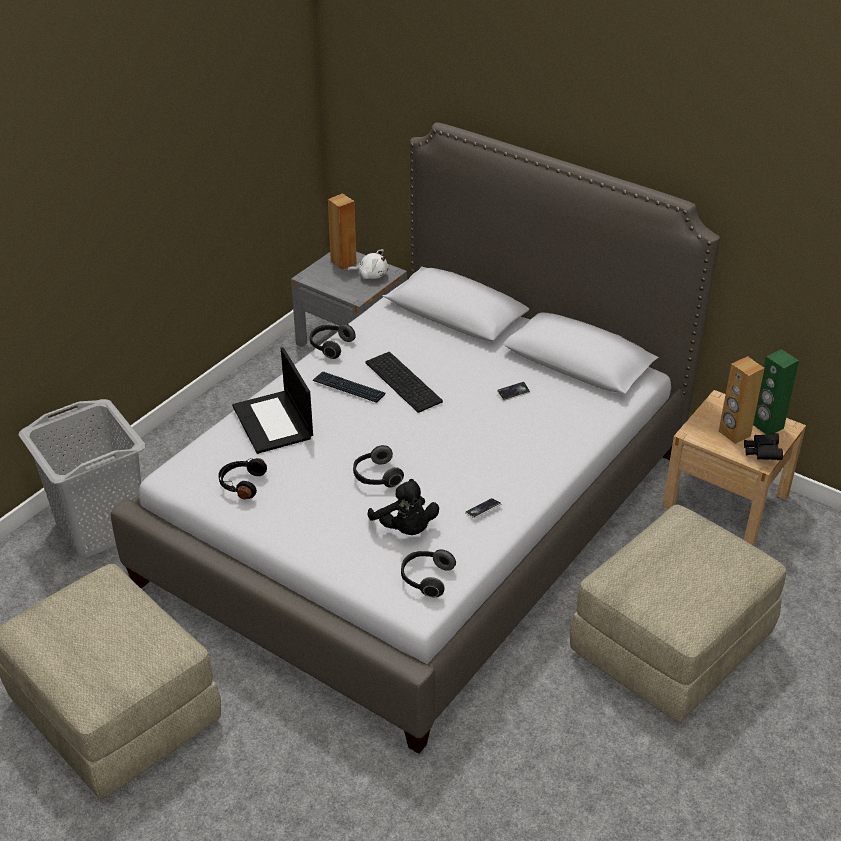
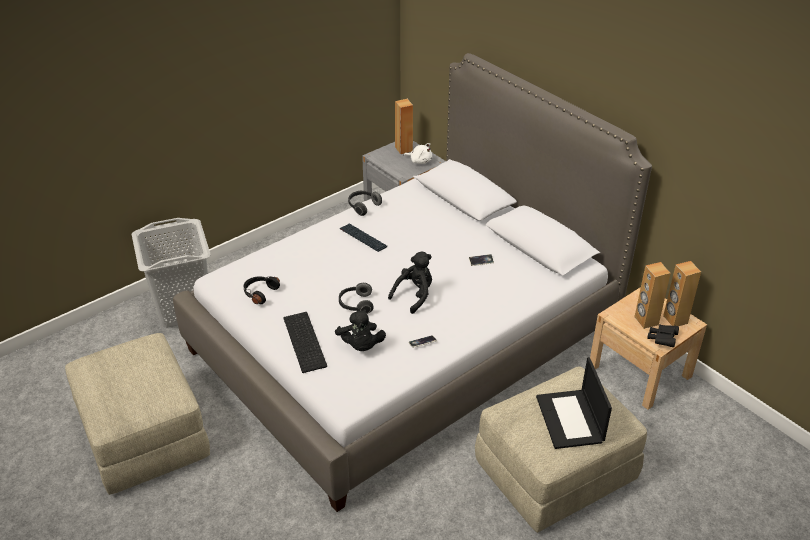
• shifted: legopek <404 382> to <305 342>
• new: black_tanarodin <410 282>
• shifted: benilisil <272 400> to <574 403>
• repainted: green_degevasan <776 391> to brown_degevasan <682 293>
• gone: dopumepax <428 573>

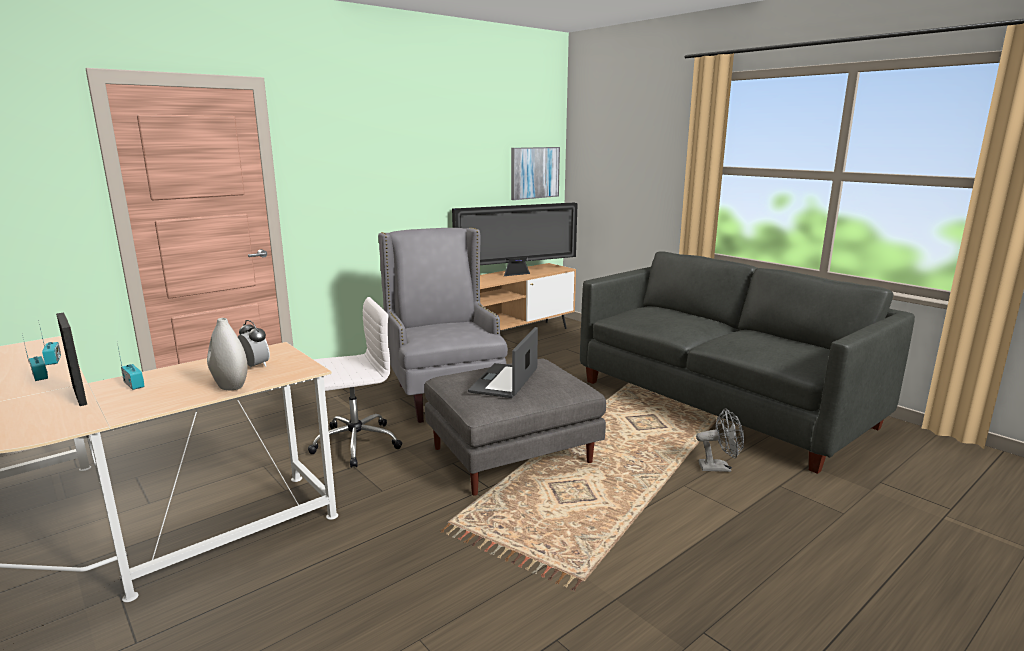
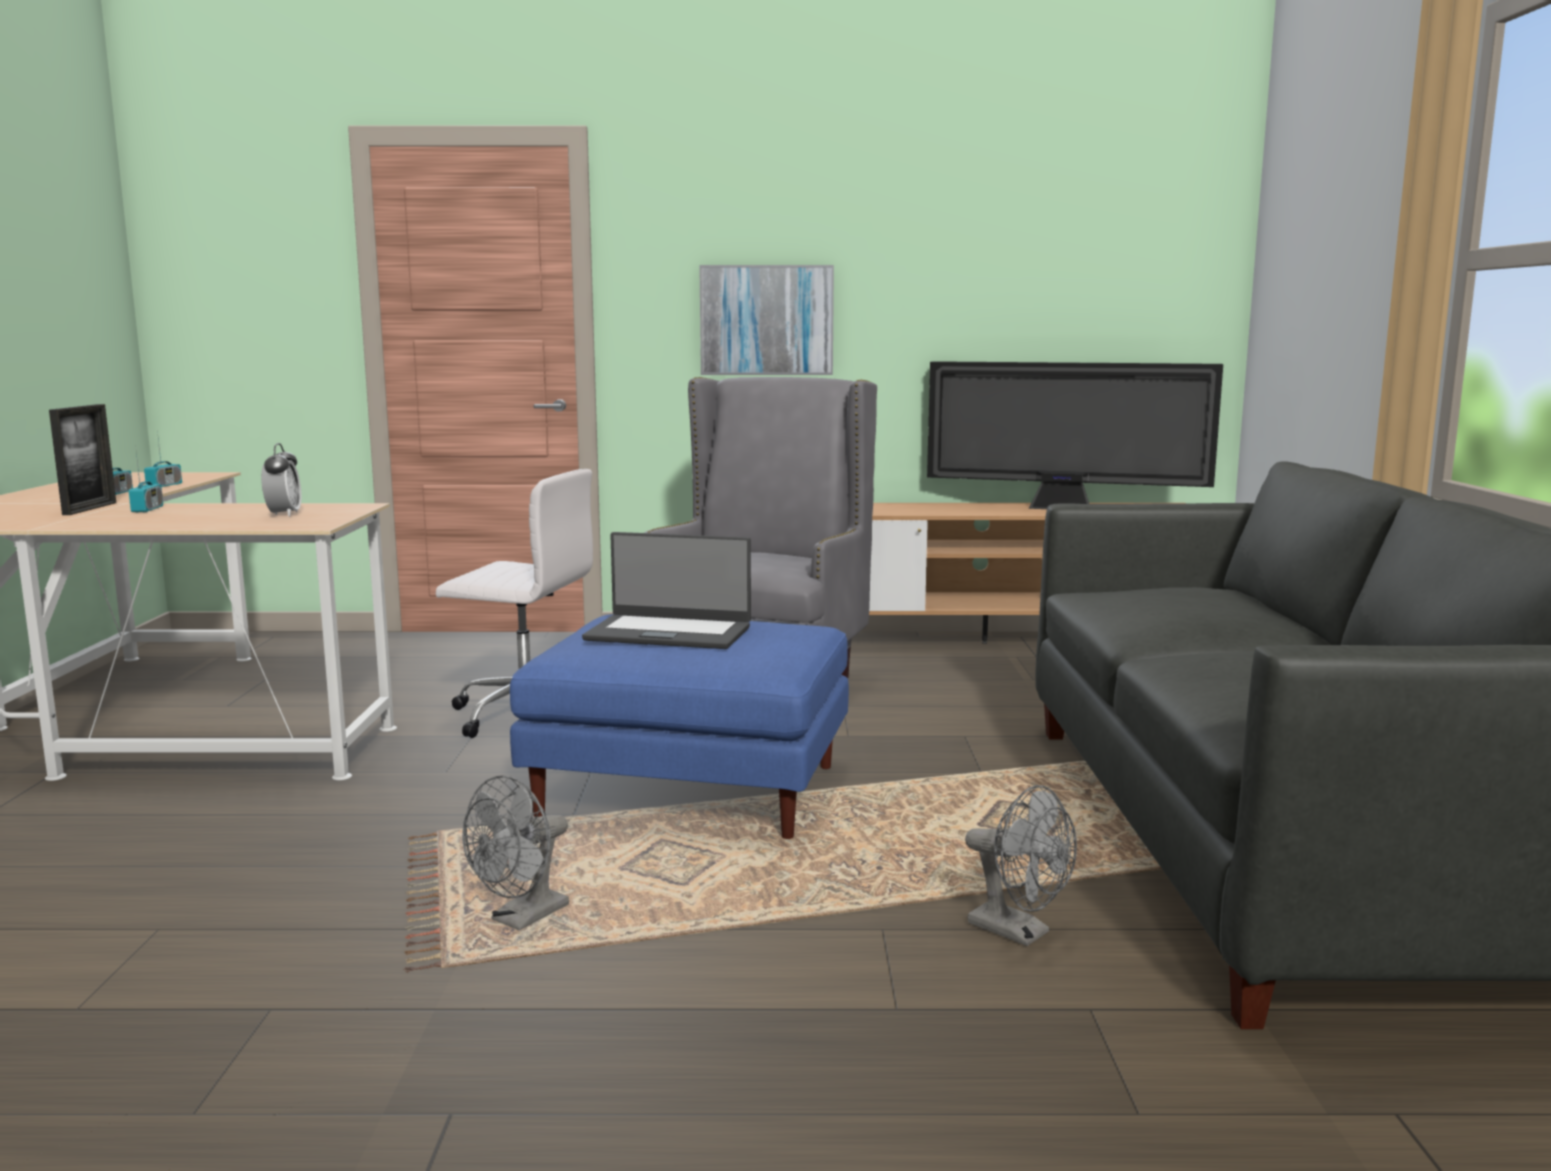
• new: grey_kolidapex <515 852>
• repainted: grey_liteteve <515 427> to blue_liteteve <679 726>
• rotated: benilisil <503 362> = <666 590> 135 degrees counterclockwise
• shifted: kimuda <535 173> to <766 320>
• gone: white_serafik <227 354>

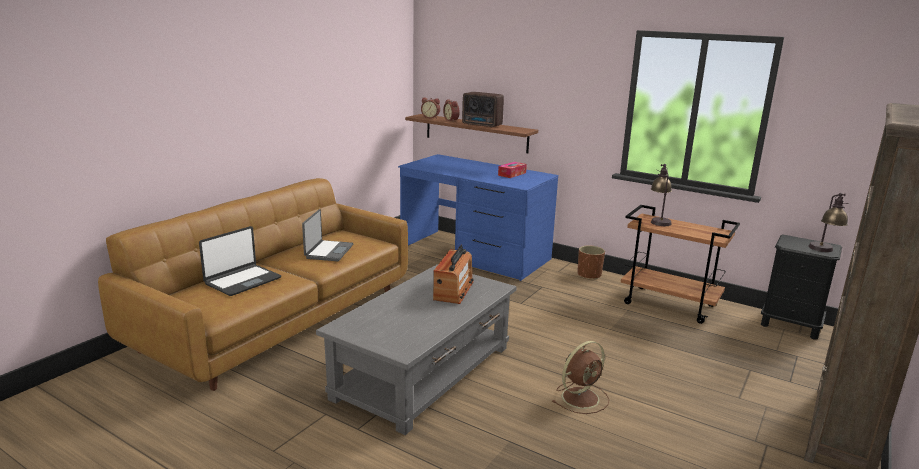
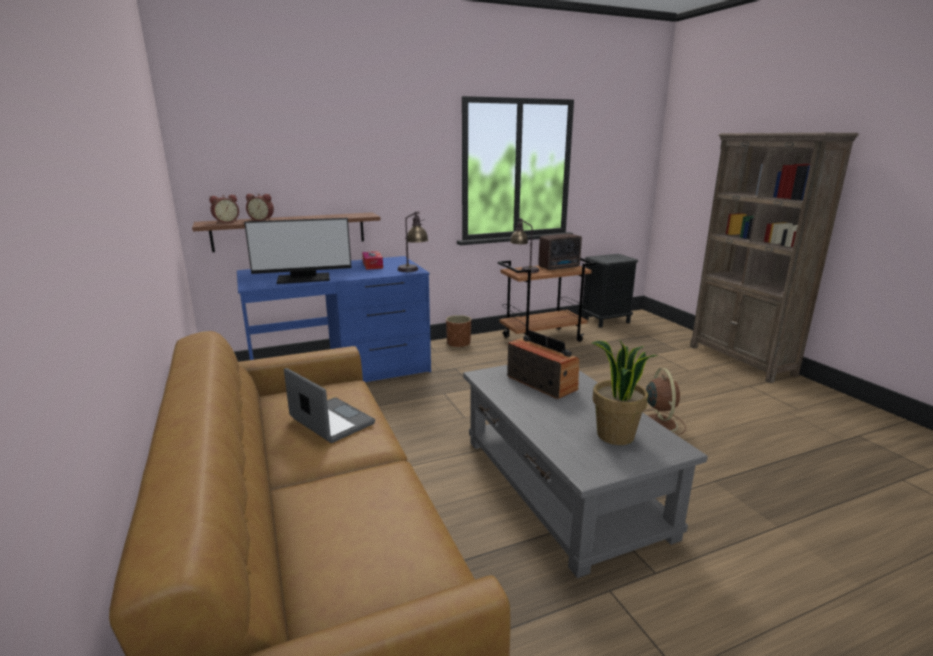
• new: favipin <298 251>
• shifted: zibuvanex <828 222> to <413 241>
• shifted: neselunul <483 109> to <560 251>
• new: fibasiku <625 392>
• gone: benilisil <240 261>

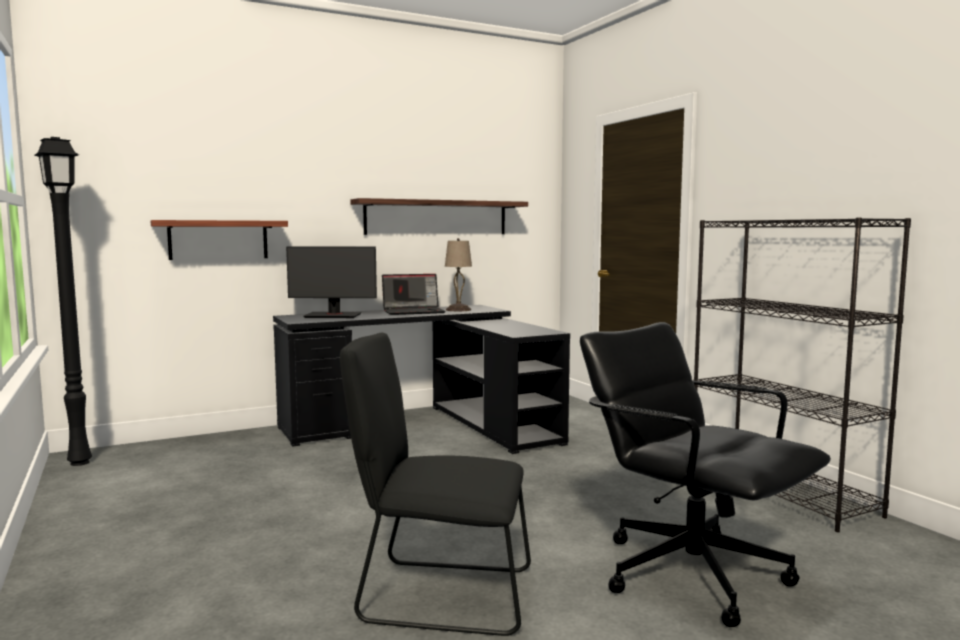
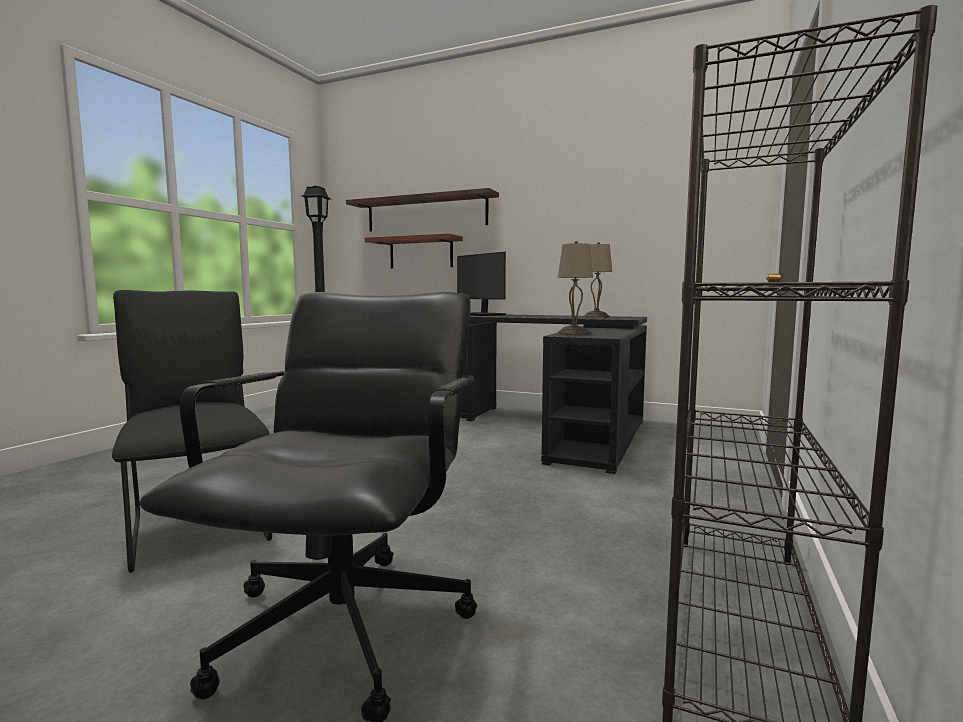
• shifted: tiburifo <439 216> to <422 210>
• new: beige_zibuvanex <575 288>
• gone: benilisil <414 294>

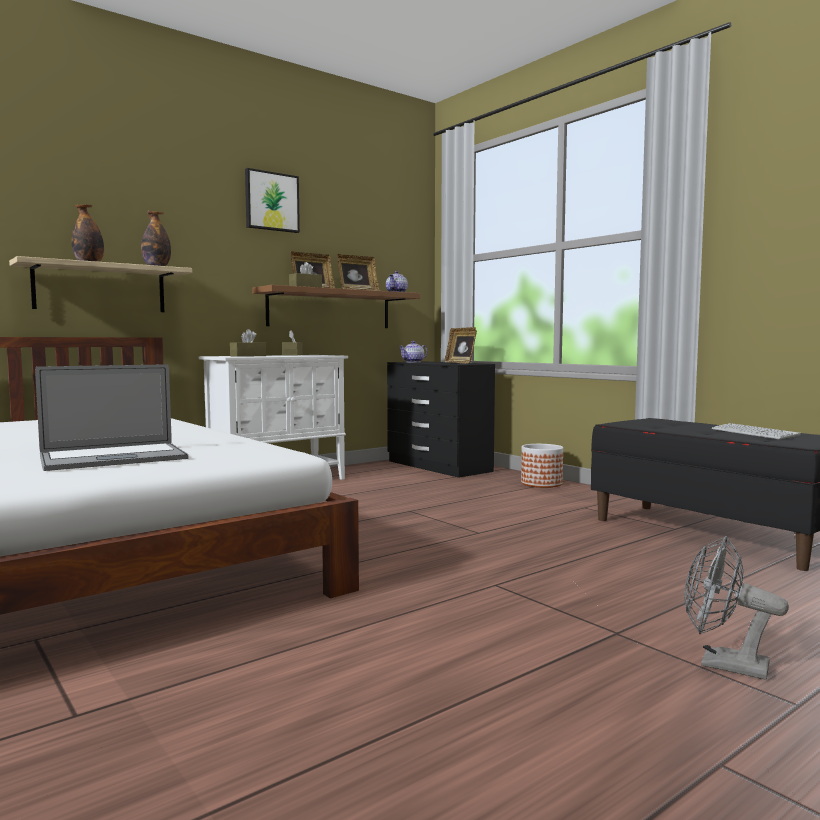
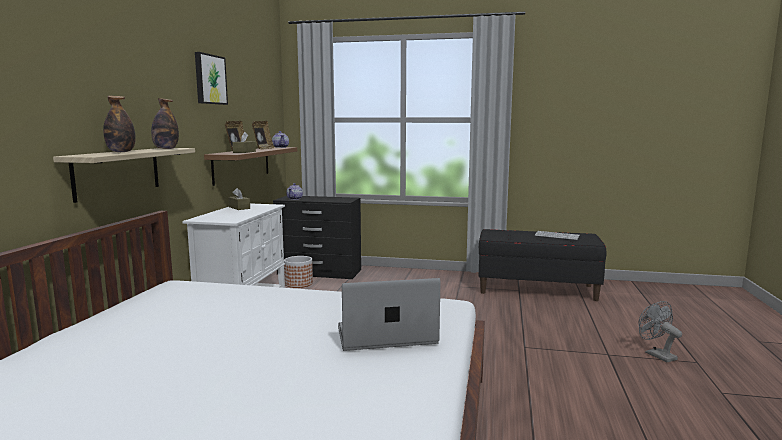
• shifted: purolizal <542 466> to <298 272>
• rotated: benilisil <111 417> = <389 314> 120 degrees counterclockwise
• rotated: grey_kolidapex <736 608> = <660 331> 75 degrees clockwise
• gone: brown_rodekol <248 343>
• gone: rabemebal <460 345>

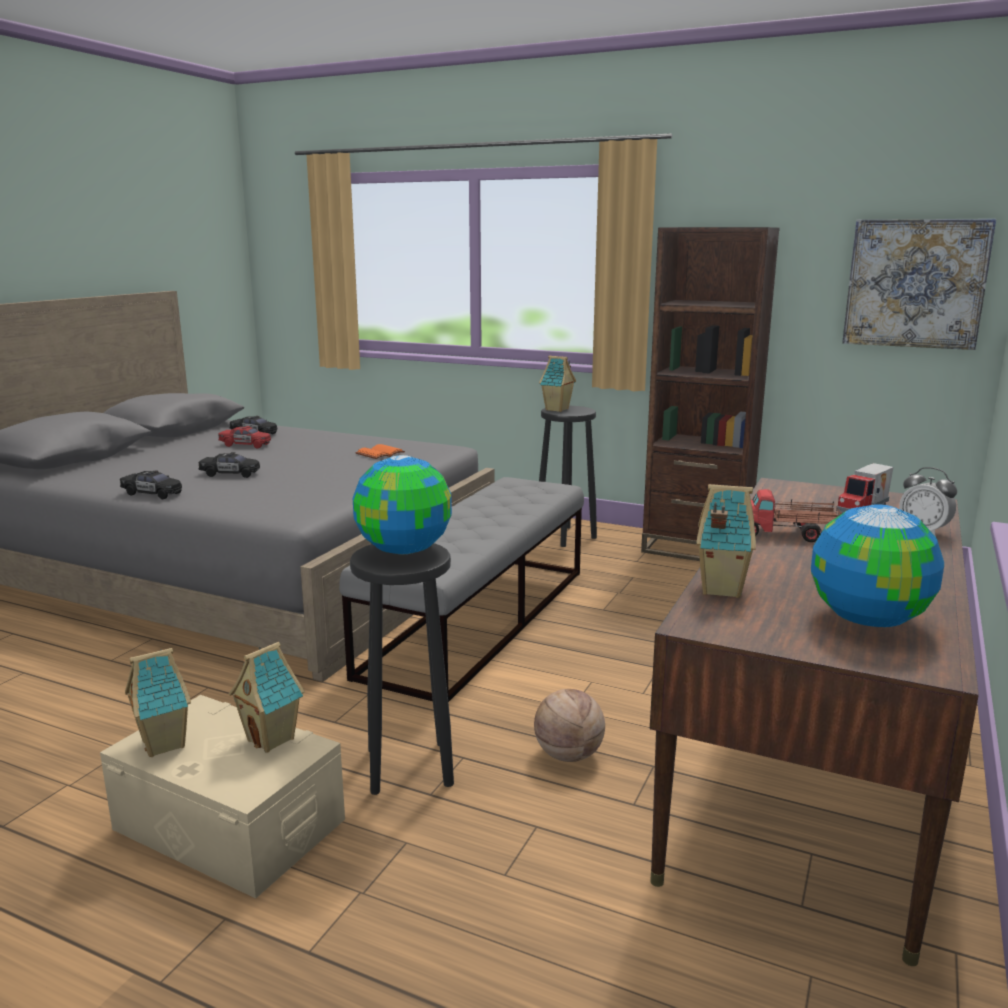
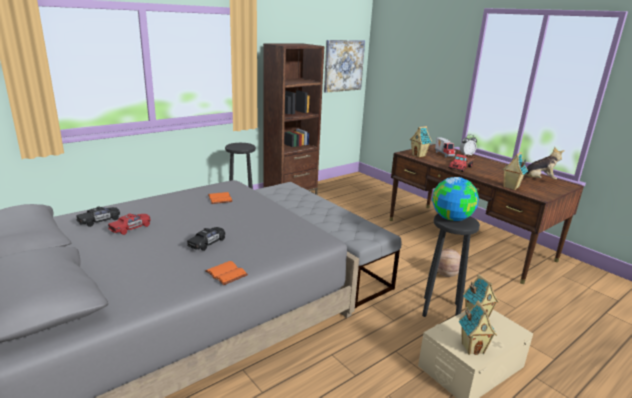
• swapped: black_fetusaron <151 484> to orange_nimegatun <226 273>
• shifted: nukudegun <557 384> to <421 141>
• swapped: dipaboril <877 565> to tanarodin <544 163>

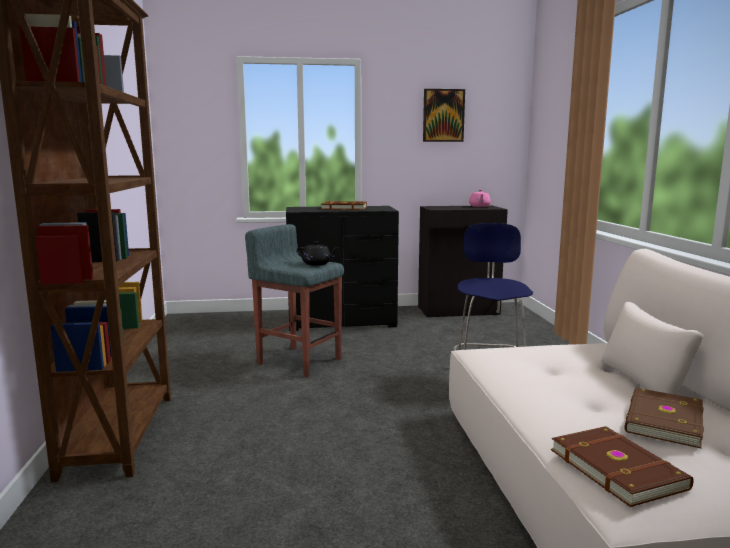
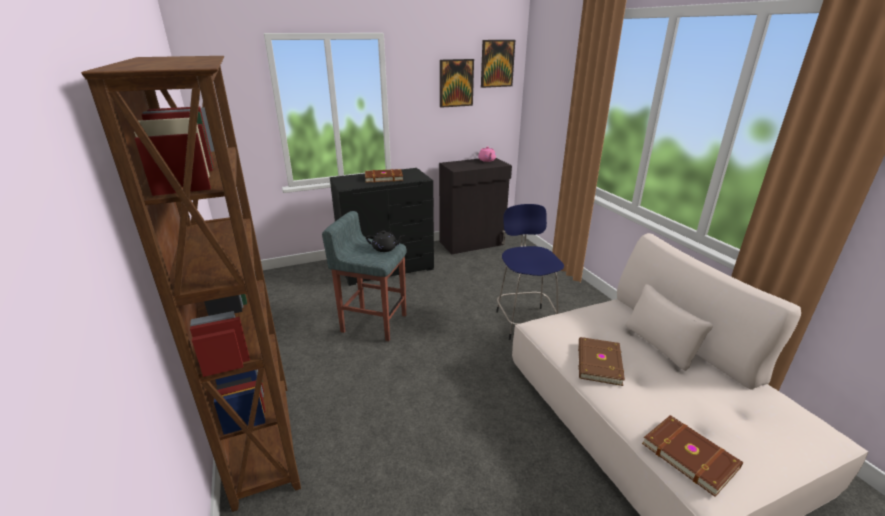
• new: kimuda <498 64>
• shifted: brown_nimegatun <664 418> to <601 361>

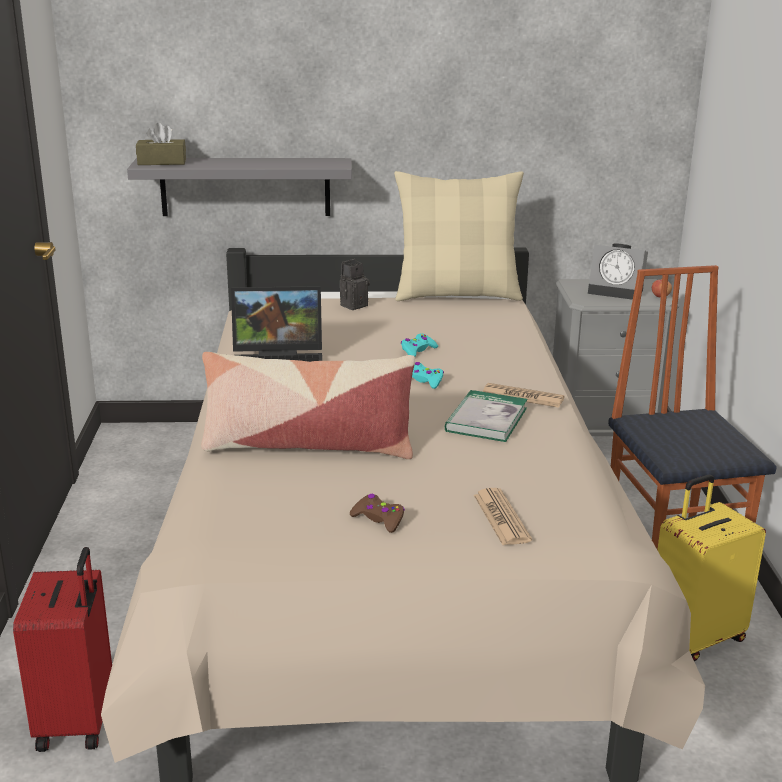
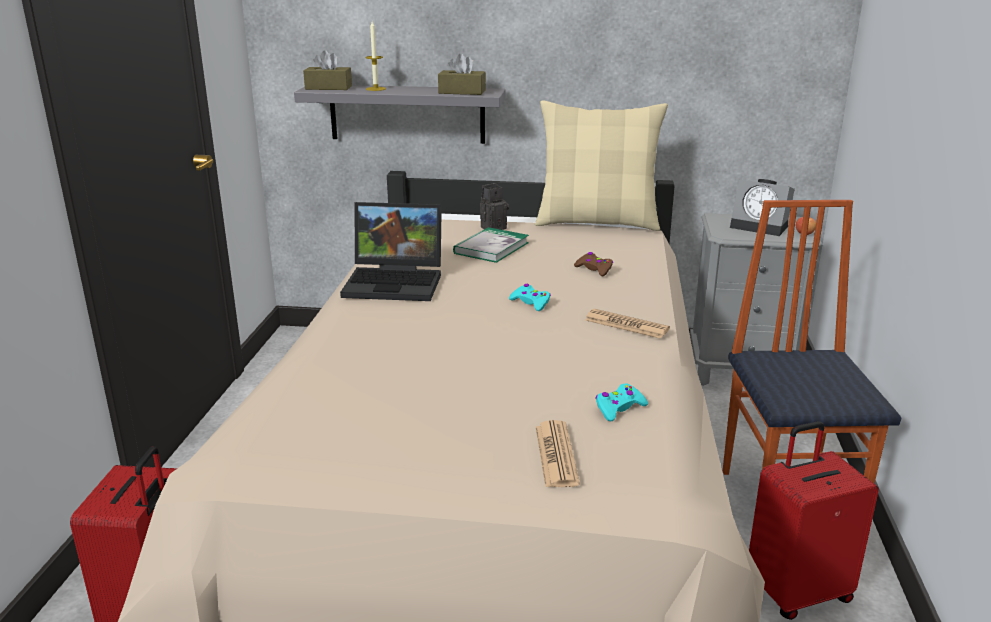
• new: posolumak <375 56>
• new: brown_rodekol <462 74>
• shifted: nimegatun <486 416> to <491 245>
• shifted: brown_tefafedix <377 513> to <593 264>
• shifted: turquoise_tefafedix <419 344> to <621 402>
• repainted: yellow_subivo <711 567> to red_subivo <814 520>
• gone: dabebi <308 405>

